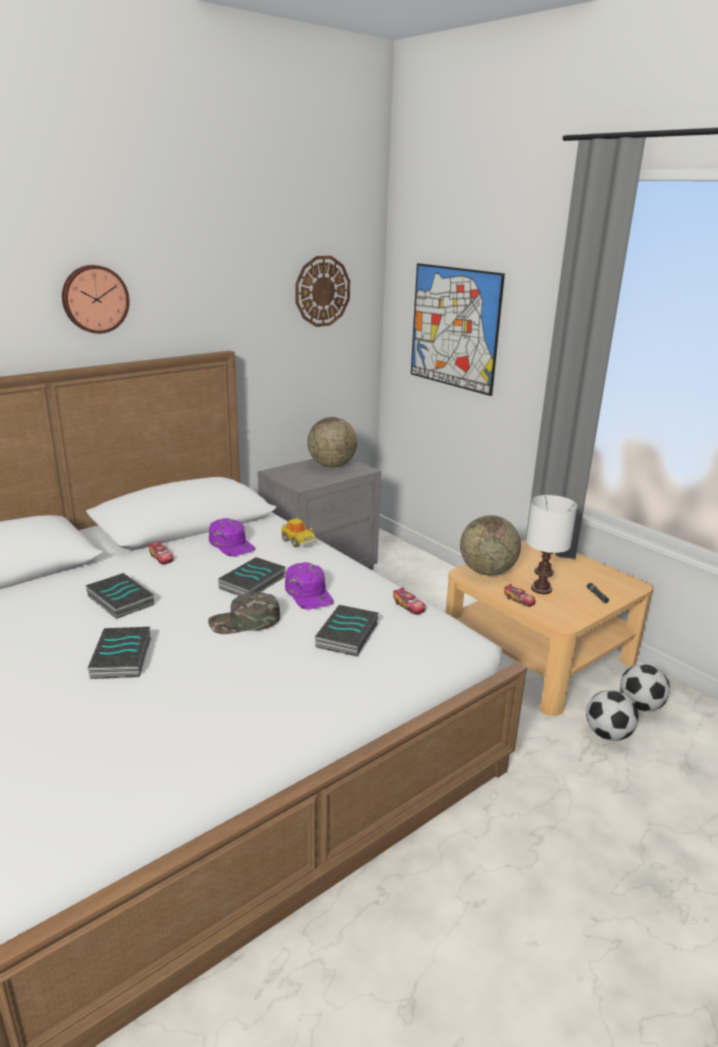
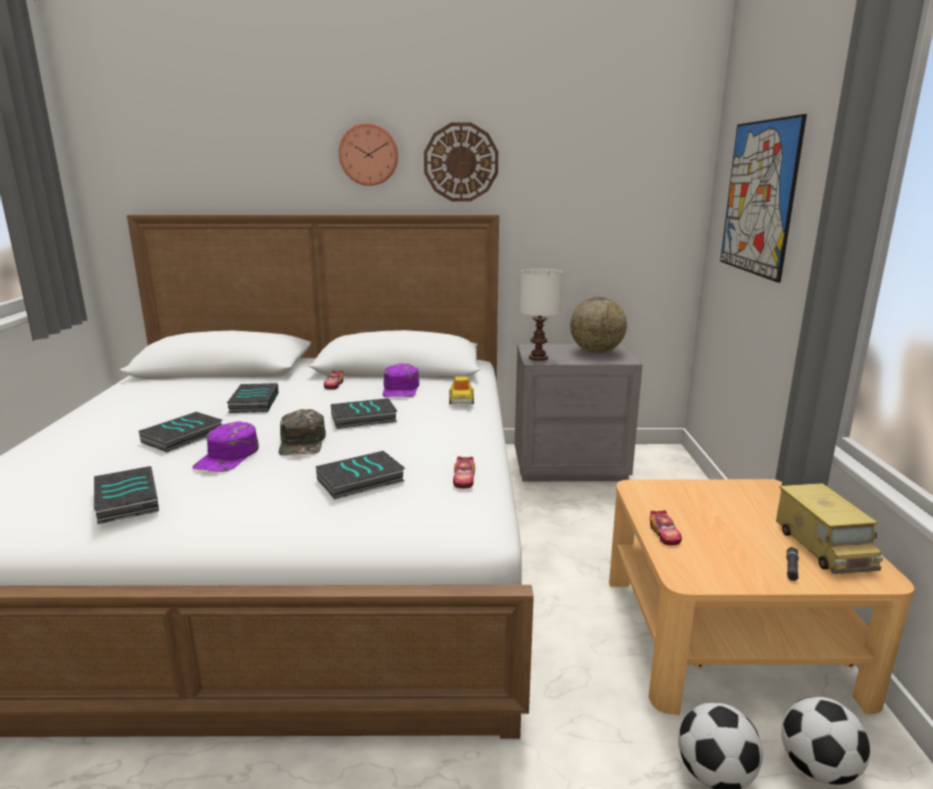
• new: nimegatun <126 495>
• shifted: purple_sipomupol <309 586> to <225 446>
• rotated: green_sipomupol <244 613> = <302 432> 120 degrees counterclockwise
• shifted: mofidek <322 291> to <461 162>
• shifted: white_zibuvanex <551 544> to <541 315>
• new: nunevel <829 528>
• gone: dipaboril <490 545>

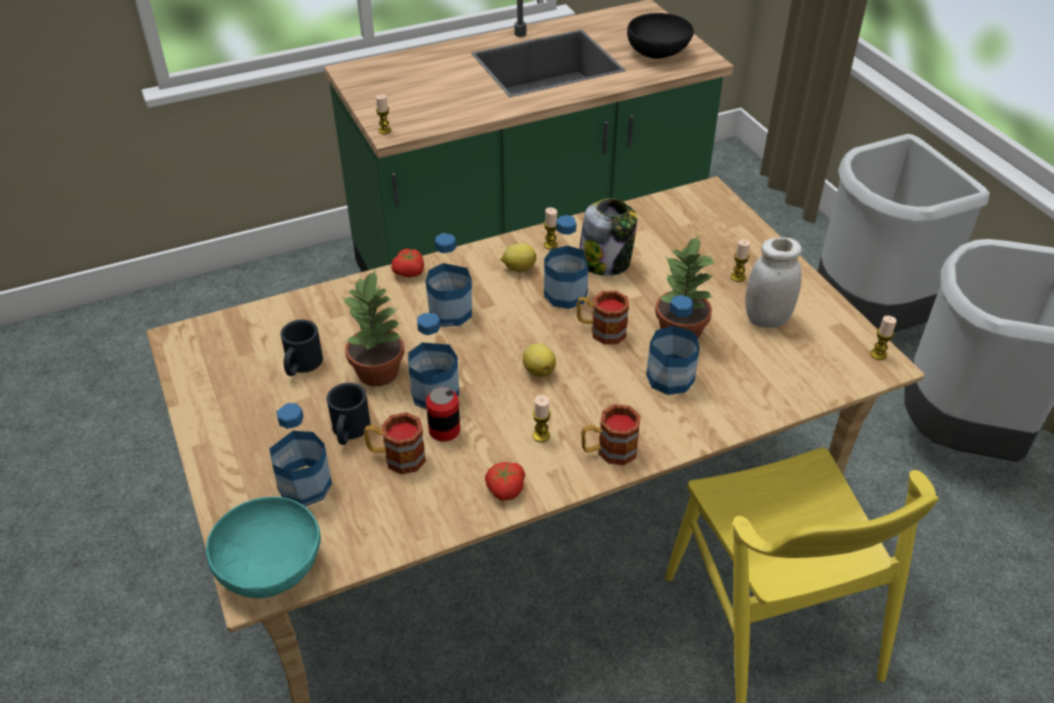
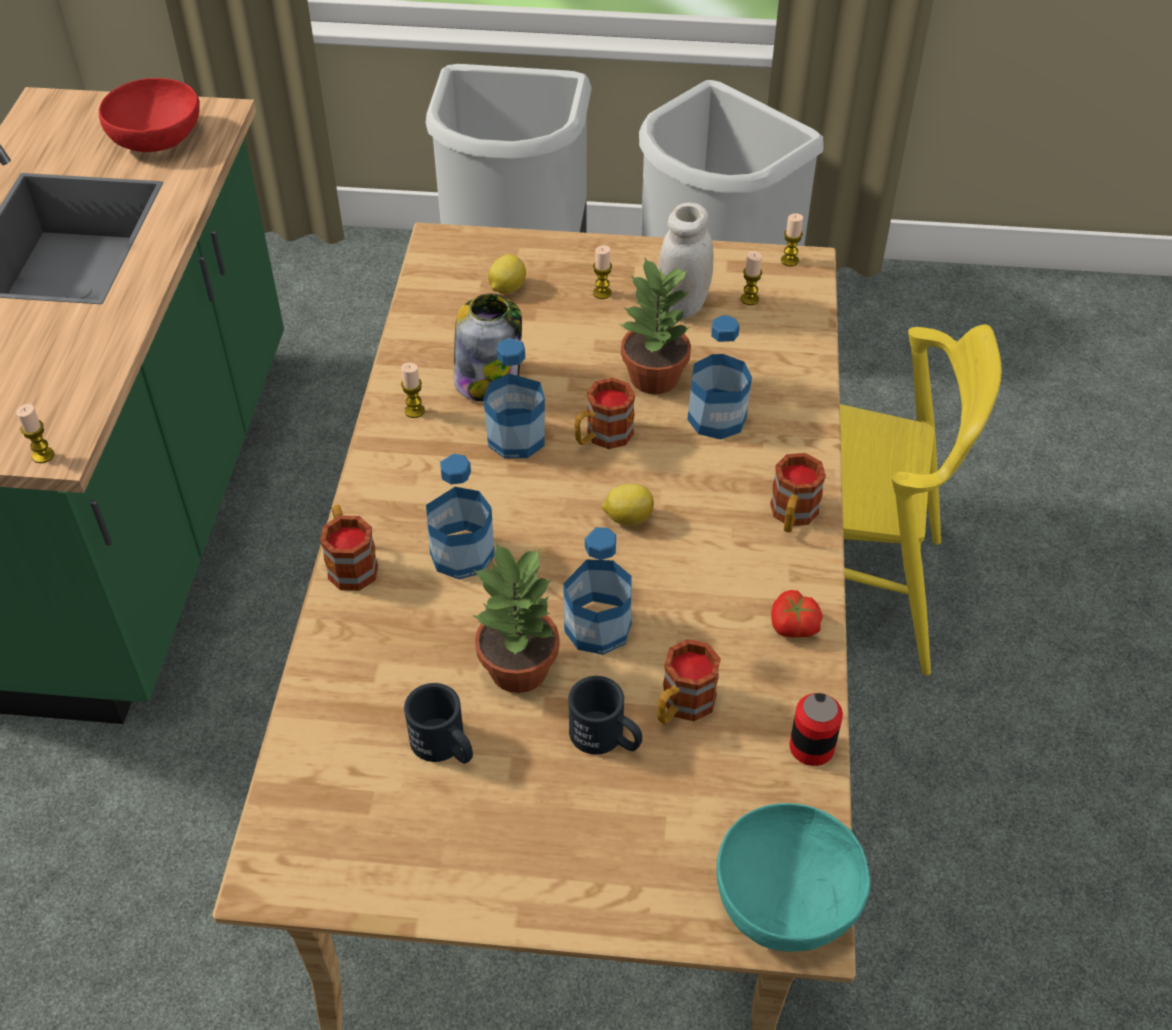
• repainted: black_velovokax <660 36> to red_velovokax <149 115>
• swapped: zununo <407 262> to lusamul <349 548>
• shifted: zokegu <518 257> to <507 274>
• shifted: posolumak <542 418> to <751 278>
• shifted: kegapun <443 414> to <816 729>
• gone: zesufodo <301 455>

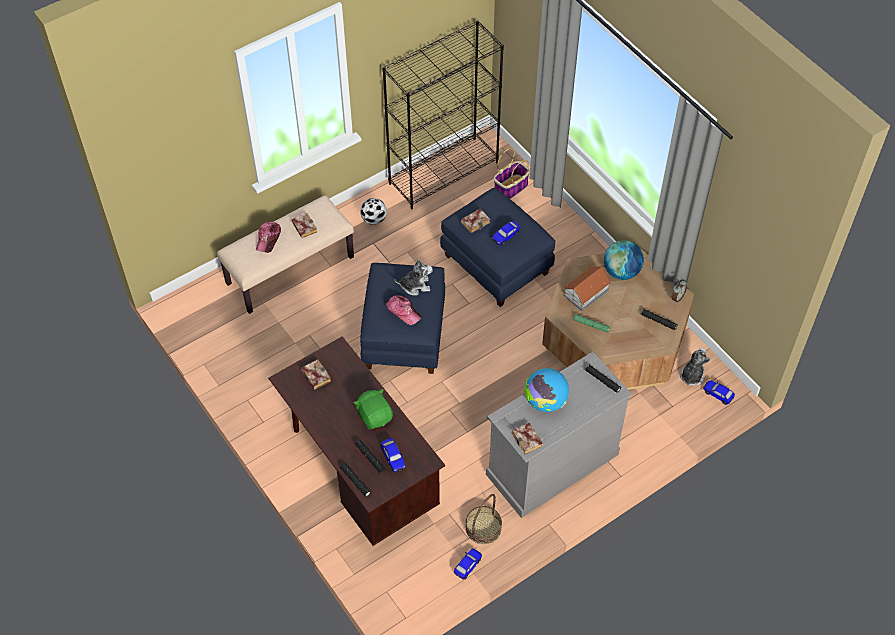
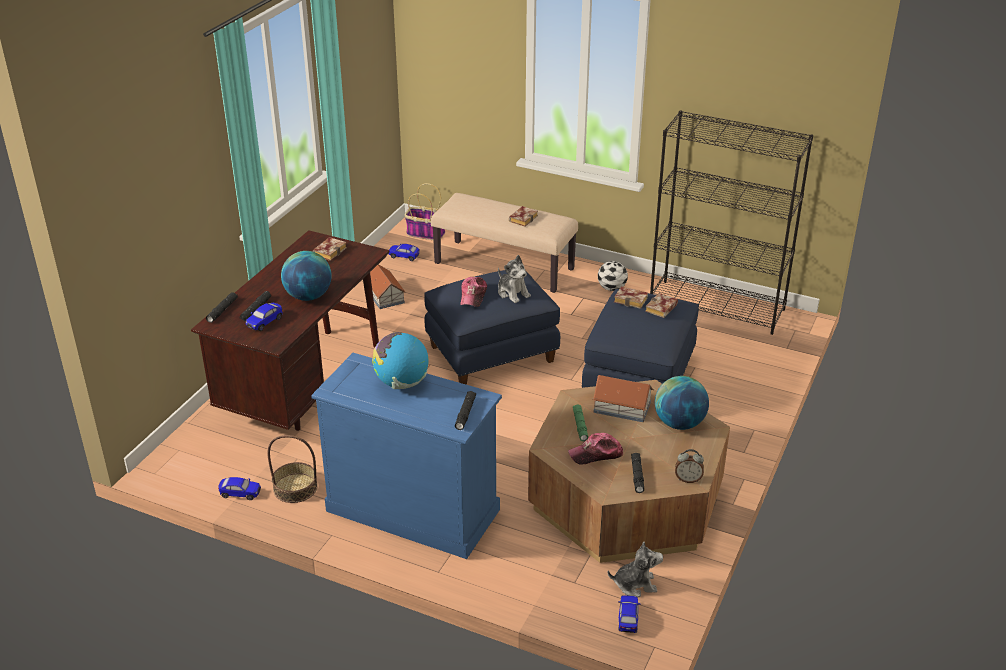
• swapped: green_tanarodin <373 409> to dipaboril <306 276>
• repainted: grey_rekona <559 435> to blue_rekona <406 456>
• new: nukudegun <387 286>
• shifted: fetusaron <506 233> to <403 252>
• shifted: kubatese <512 173> to <425 211>
• shifted: sipomupol <268 237> to <595 448>
• shifted: nimegatun <527 438> to <661 305>

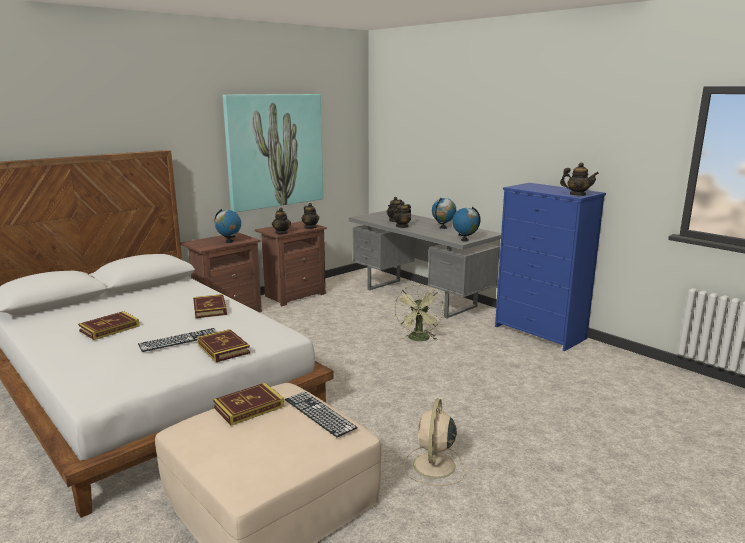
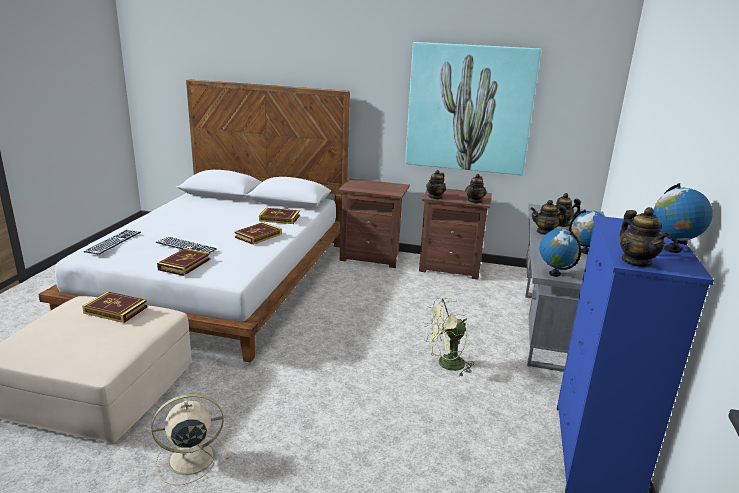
• shifted: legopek <321 414> to <112 242>
• shifted: nimegatun <109 325> to <279 216>
• shifted: dipaboril <228 226> to <683 218>

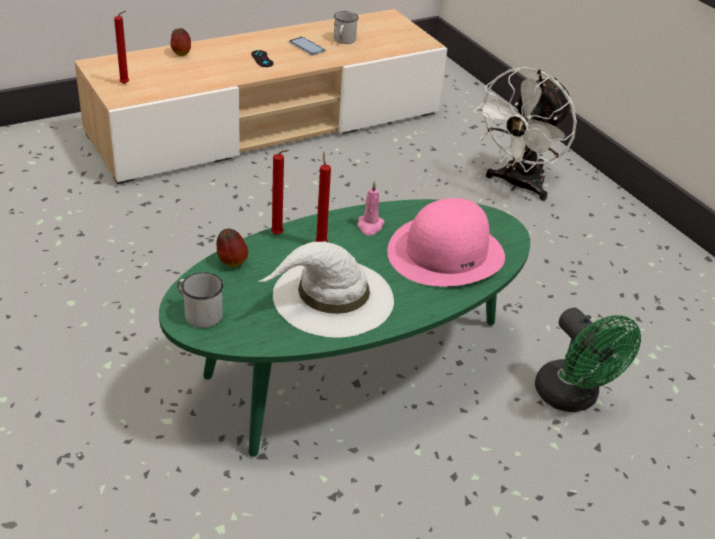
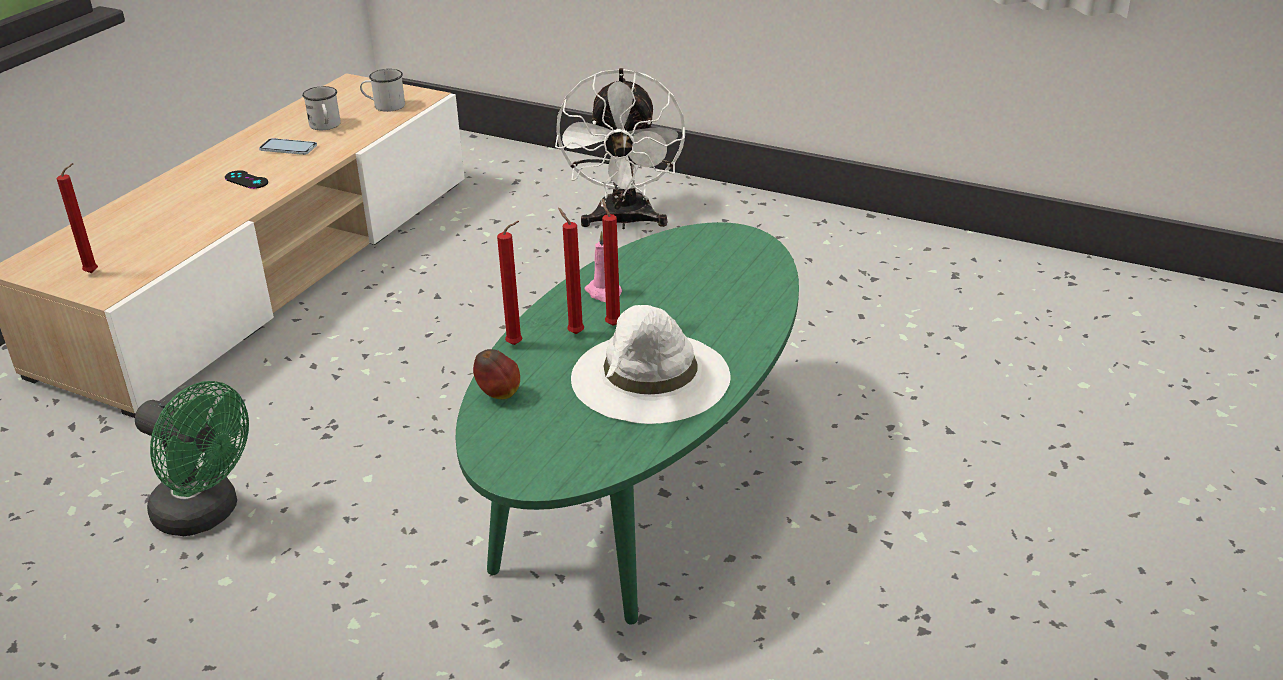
• shifted: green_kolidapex <588 360> to <192 458>
• shifted: white_lusamul <200 300> to <382 90>
• new: red_posolumak <611 262>
• gone: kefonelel <180 42>
• gone: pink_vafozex <446 242>

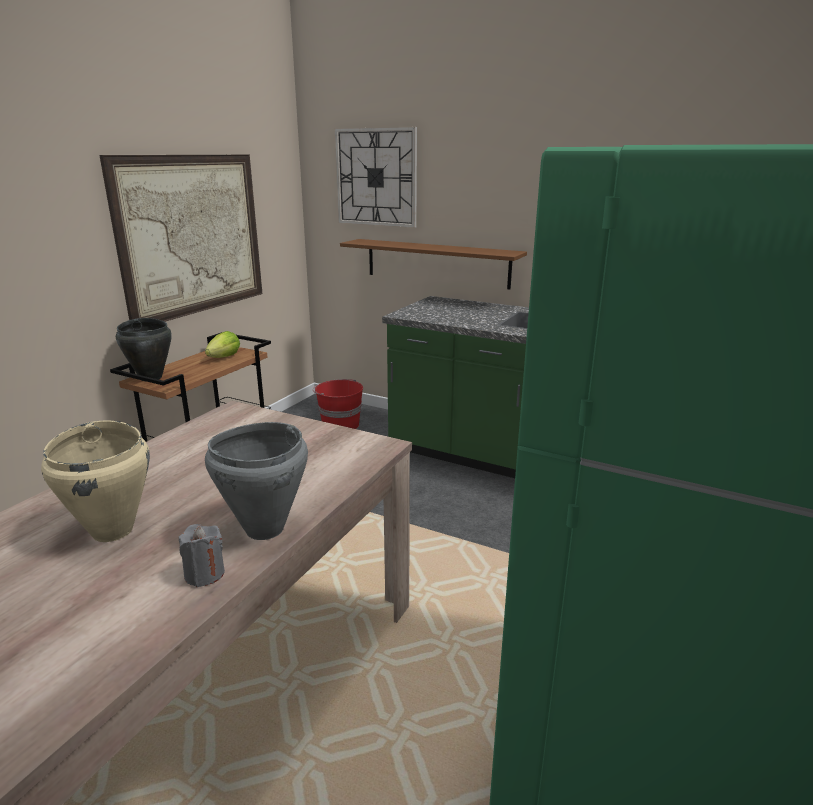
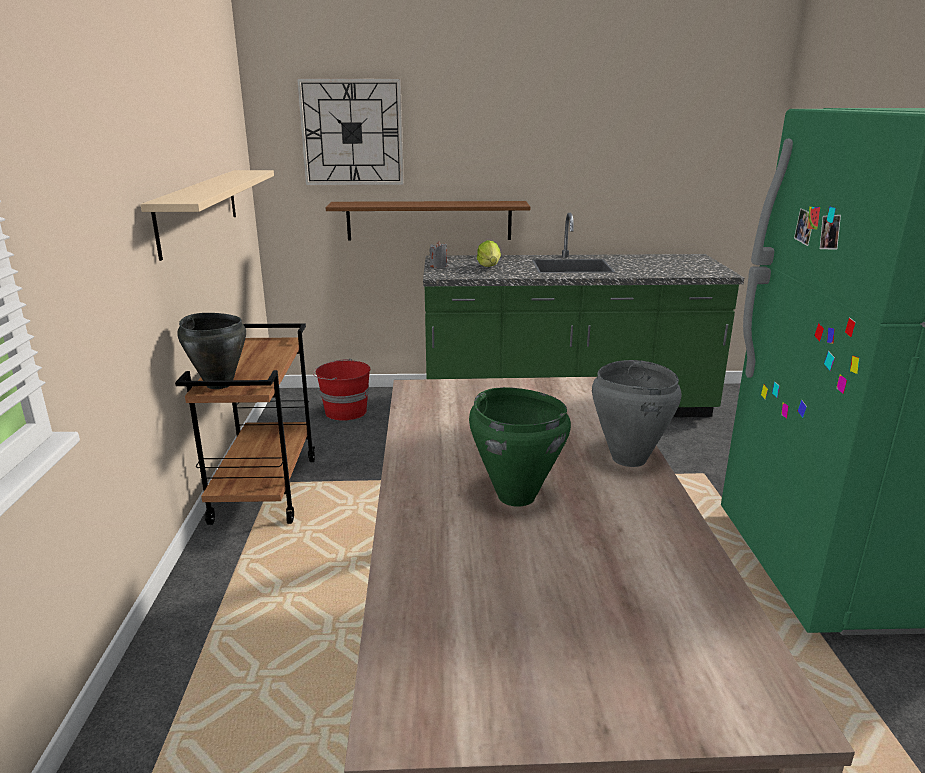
• swapped: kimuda <180 238> to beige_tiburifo <207 215>
• shifted: grey_posolumak <202 555> to <438 254>
• repainted: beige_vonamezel <95 481> to green_vonamezel <520 447>
• shifted: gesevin <222 344> to <489 253>

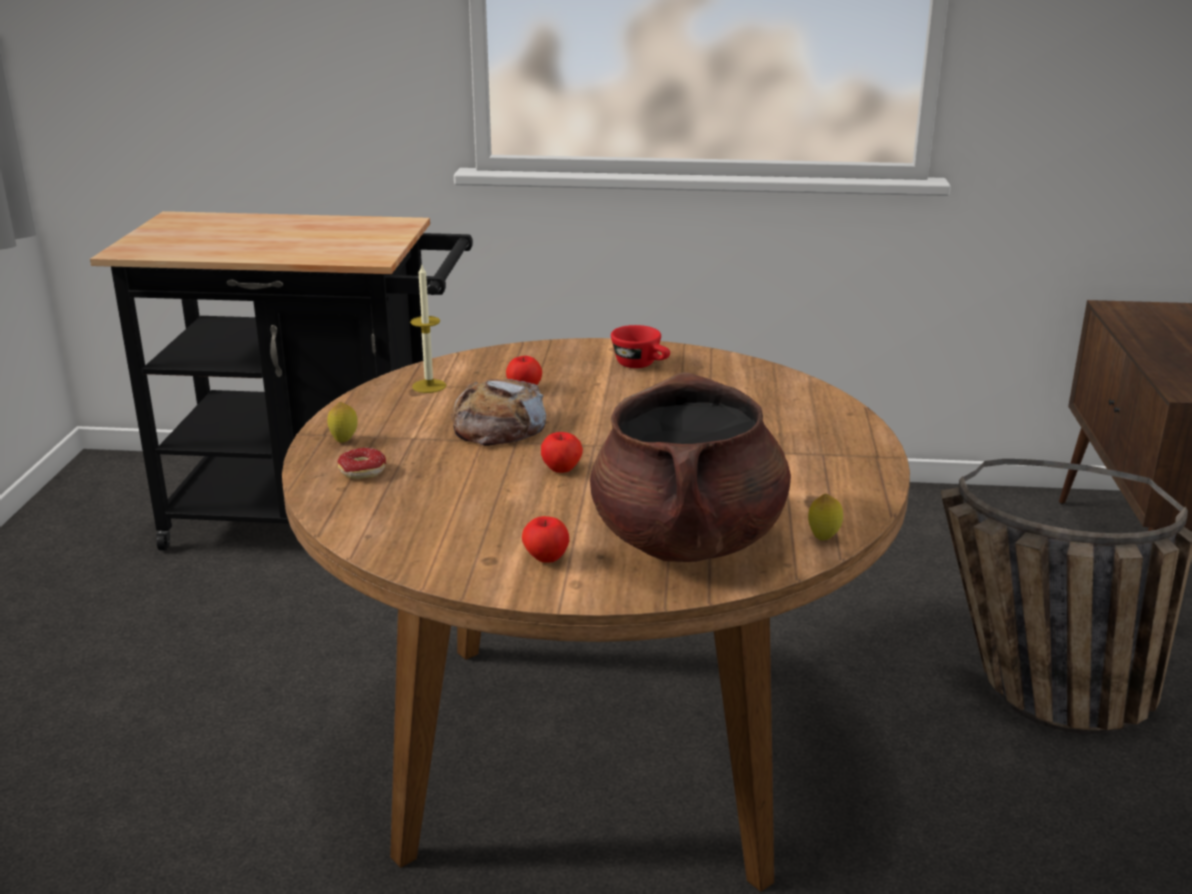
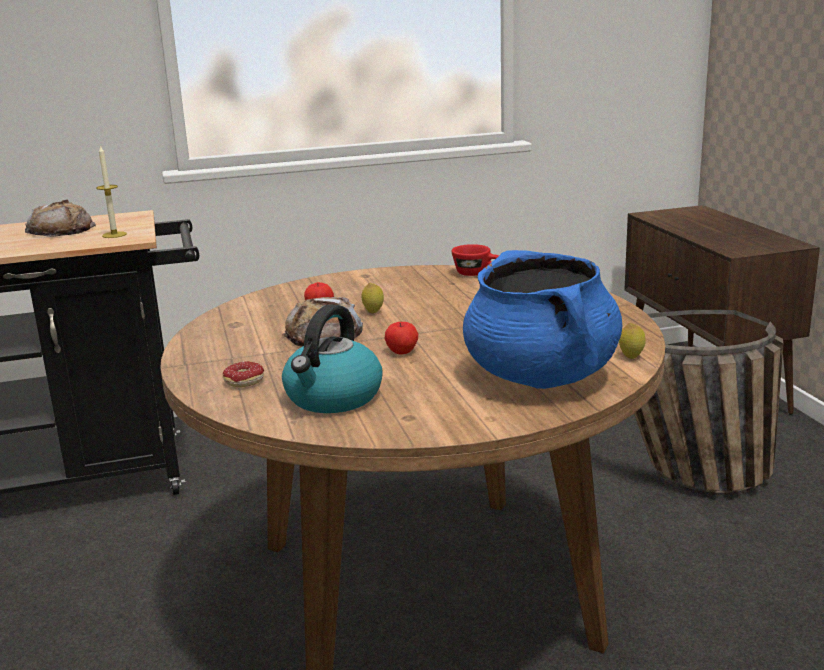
• new: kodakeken <60 218>
• shifted: posolumak <428 328> to <111 191>
• new: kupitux <332 358>
• shifted: zokegu <342 422> to <373 298>
• shifted: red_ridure <640 346> to <475 260>
• repainted: brown_vonamezel <690 467> to blue_vonamezel <542 319>
• gone: kefonelel <545 539>

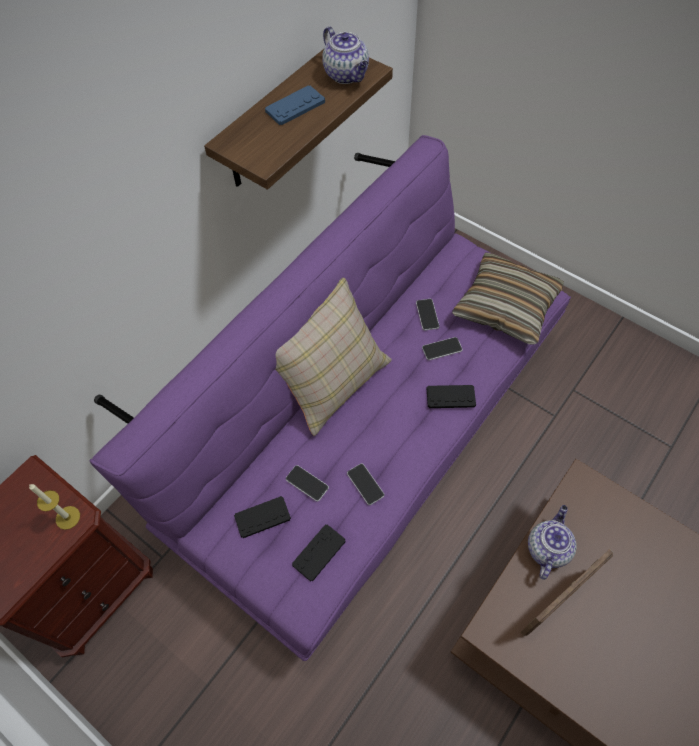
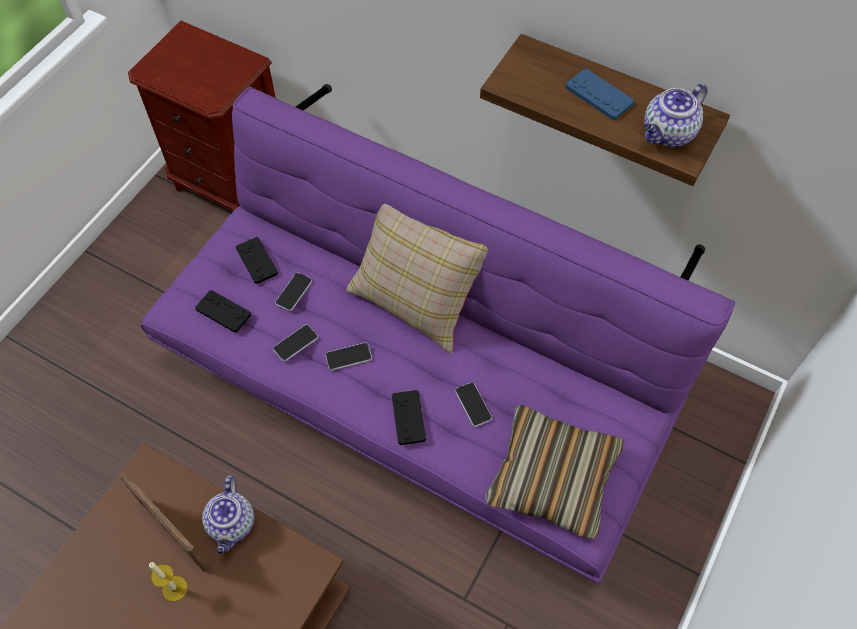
• shifted: posolumak <54 507> to <168 582>
• rotated: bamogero <552 542> = <228 515> 75 degrees clockwise
• shifted: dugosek <428 315> to <348 356>

